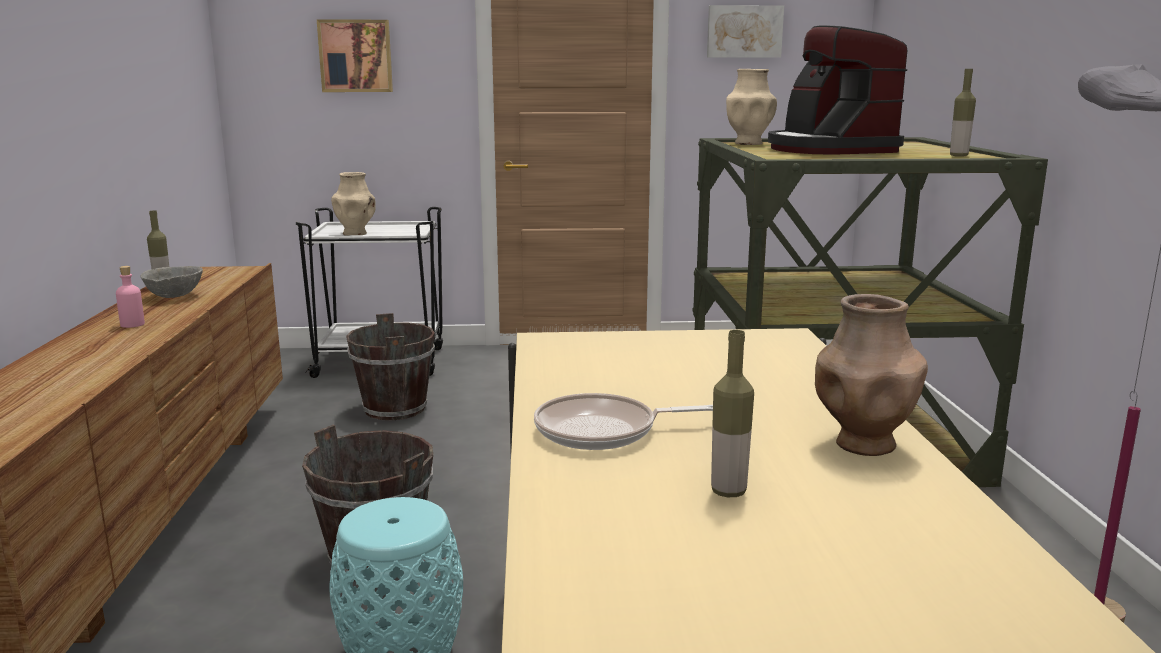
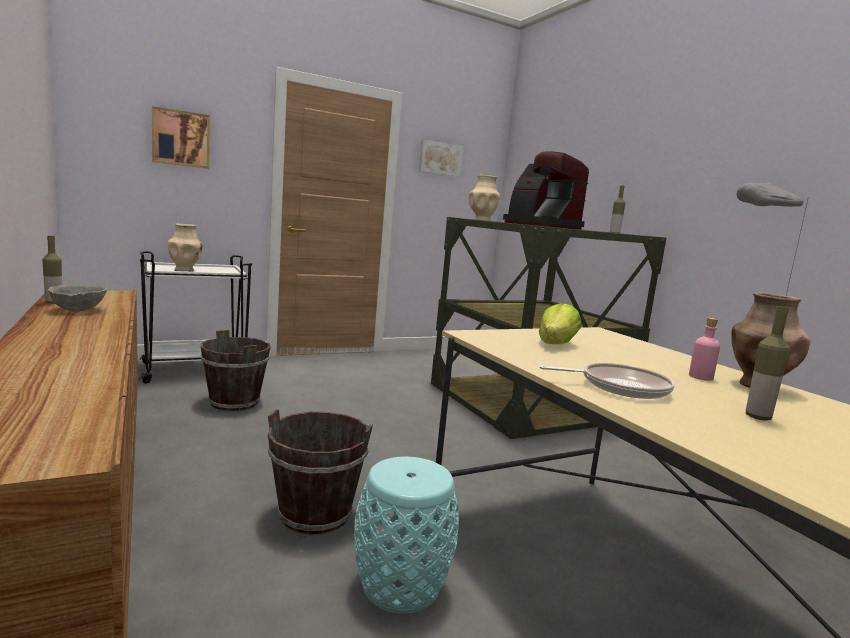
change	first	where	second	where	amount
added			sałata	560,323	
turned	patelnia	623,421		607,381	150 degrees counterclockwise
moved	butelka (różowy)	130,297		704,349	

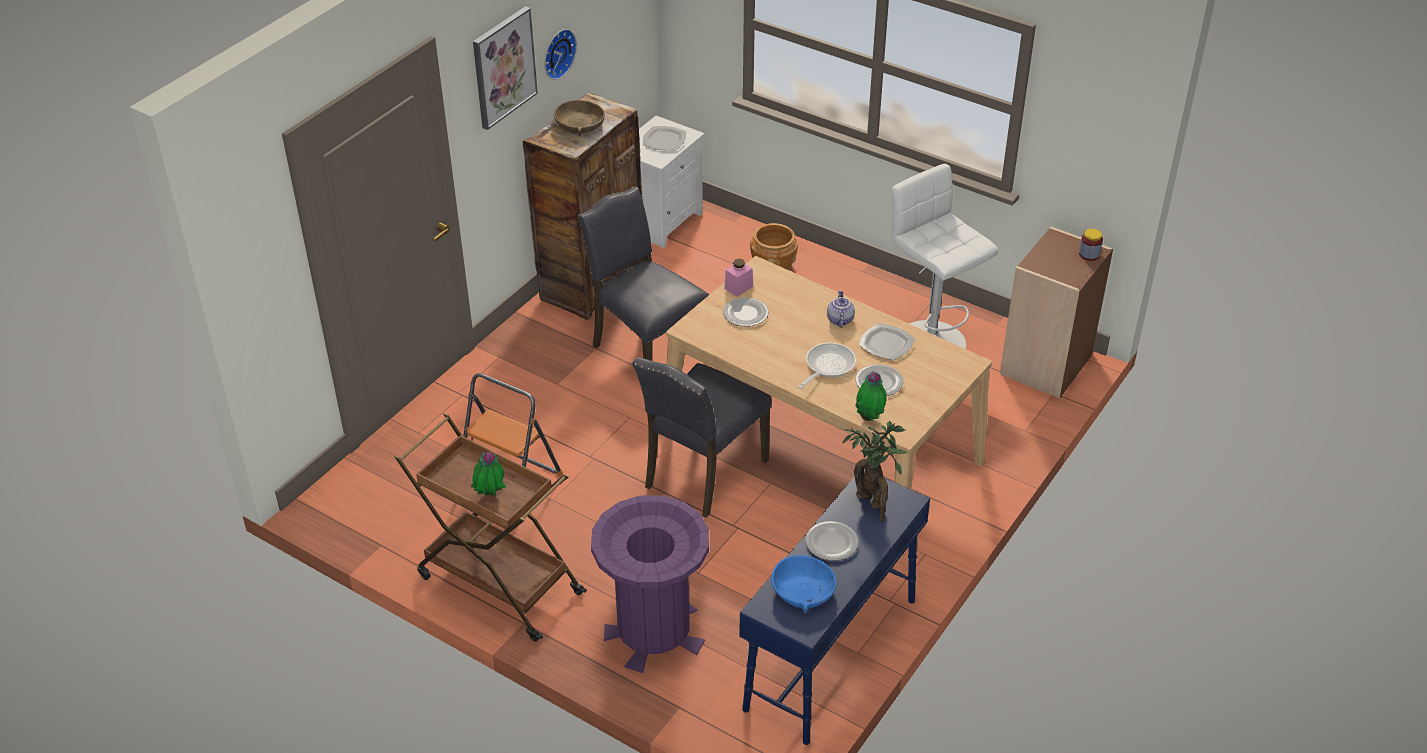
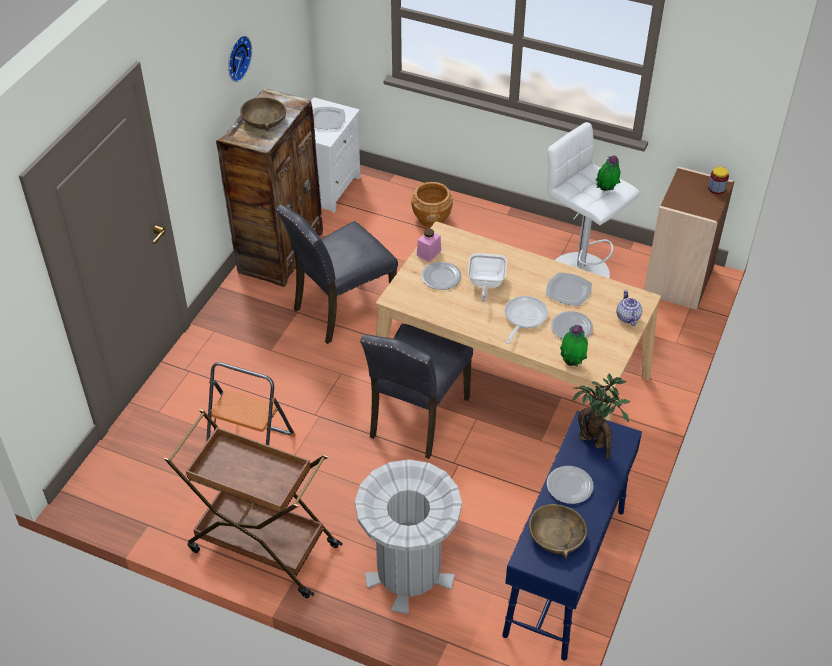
change	first	where	second	where	amount
turned	krzesło (szary)	643,273		336,274	75 degrees counterclockwise
recoloured	kosz na śmieci (fioletowy)	650,584	kosz na śmieci (szary)	408,536	
added			patelnia	487,277	
recoloured	miska (niebieski)	803,584	miska (brązowy)	558,531	
moved	roślina doniczkowa	488,474		607,173	
moved	imbryk	841,309		629,308	
removed	obraz	505,68			

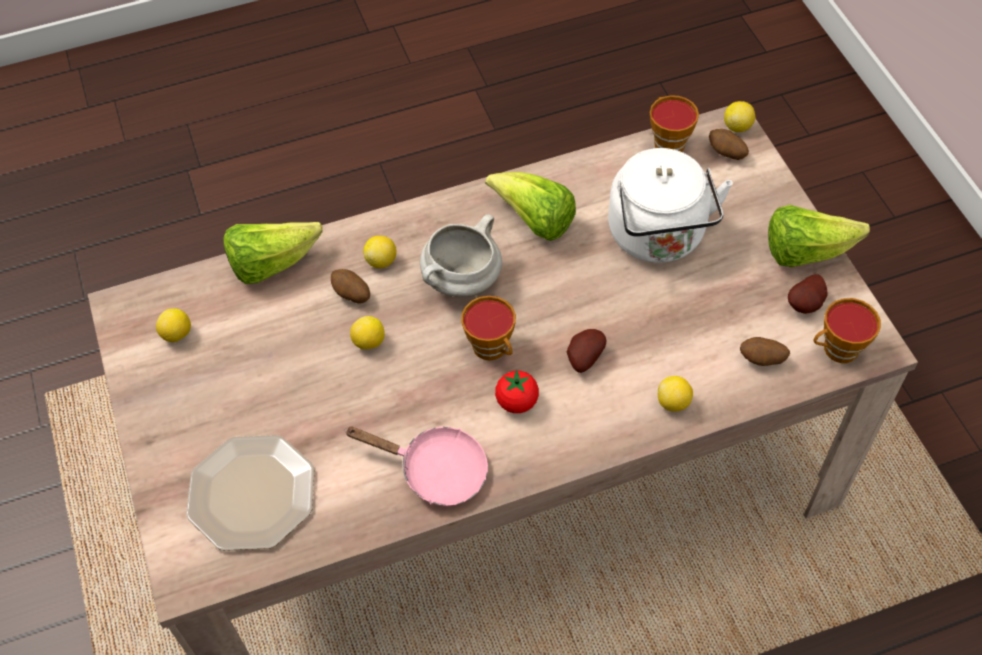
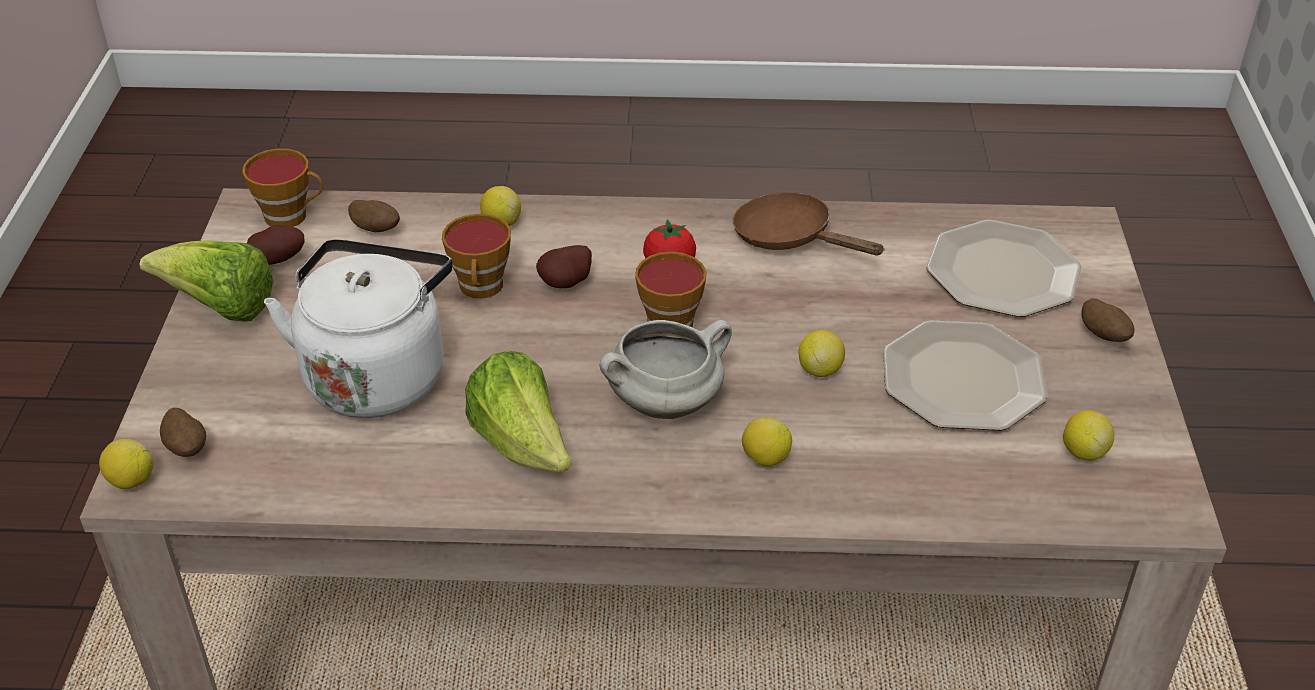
change	first	where	second	where	amount
moved	filiżanka	674,123		476,256	
recoloured	patelnia (różowy)	416,466	patelnia (brązowy)	809,223	
added			talerz	965,376	
moved	ziemniak	350,286		1108,320	
removed	sałata	273,253			

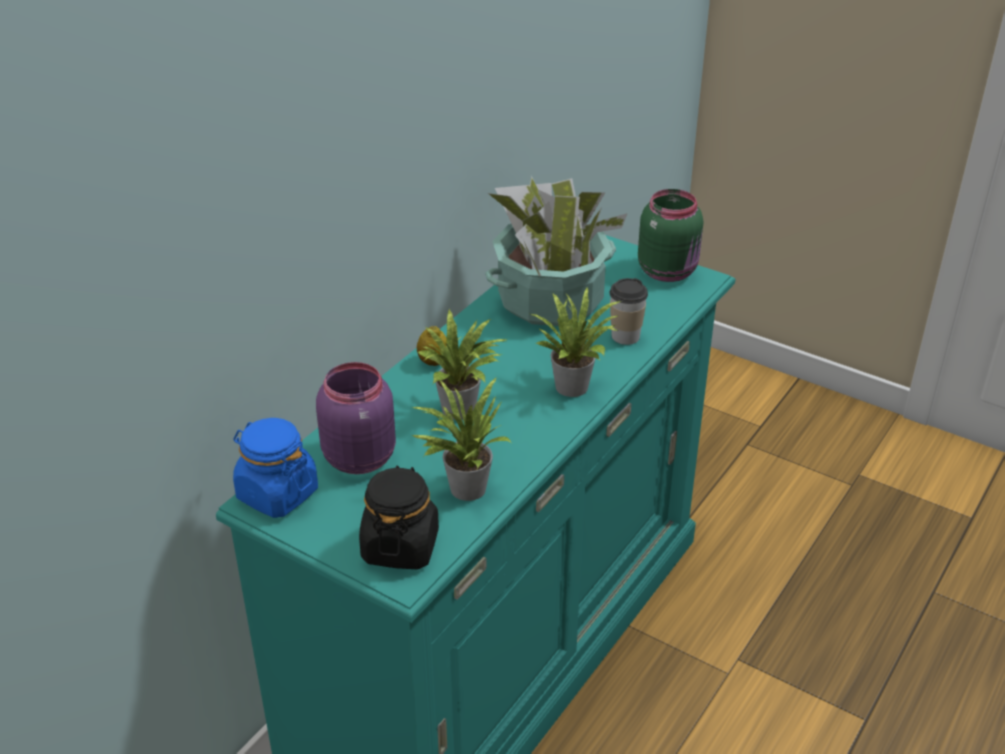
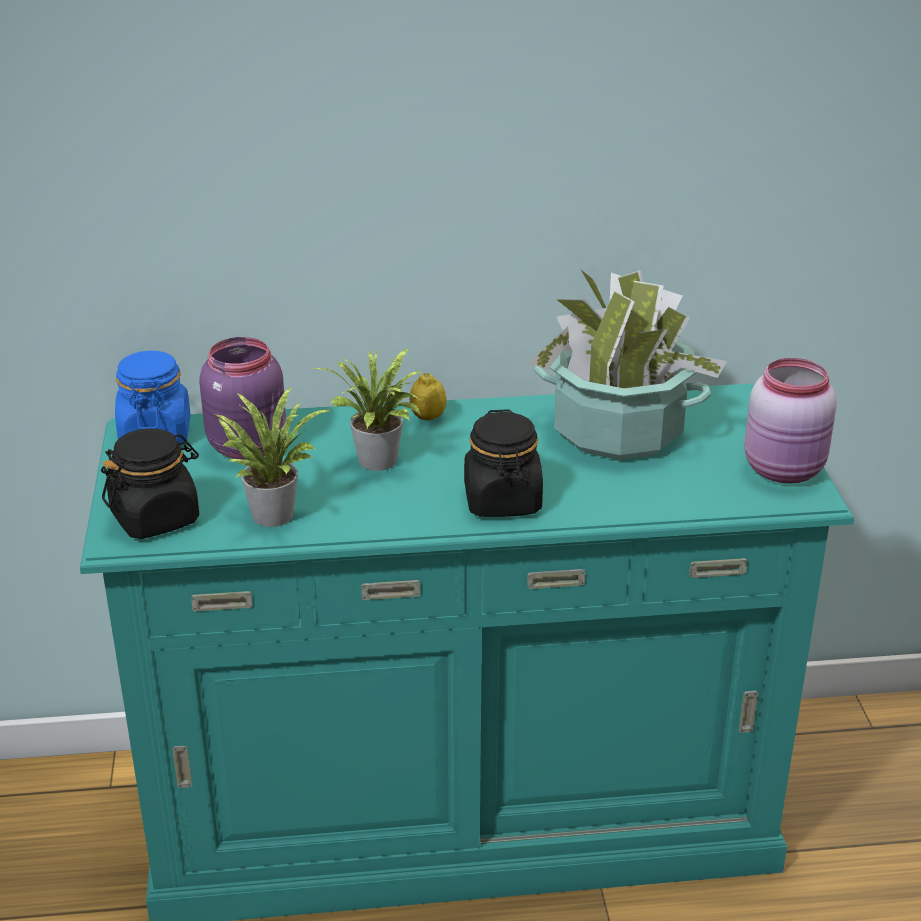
change	first	where	second	where	amount
replaced	roślina doniczkowa	576,341	słoik (czarny)	503,463	
recoloured	słoik (zielony)	670,235	słoik (różowy)	790,420	
removed	filiżanka	629,311			

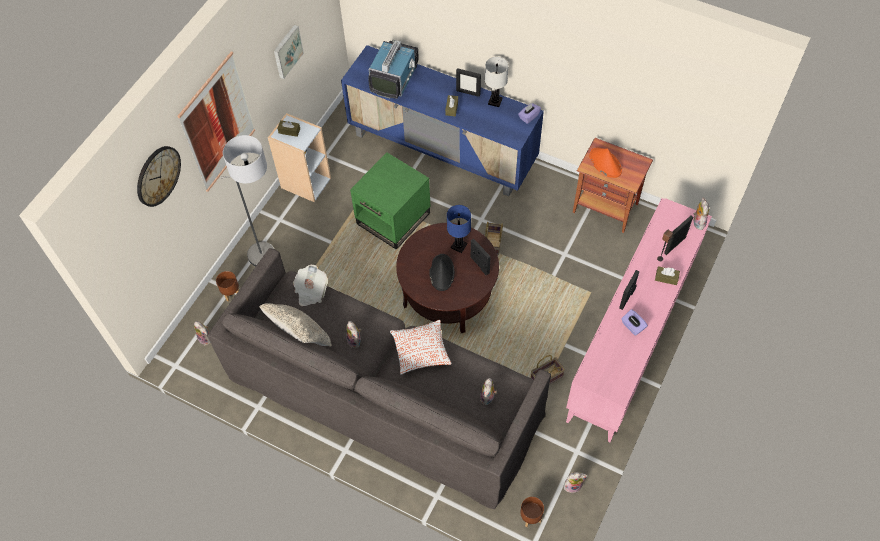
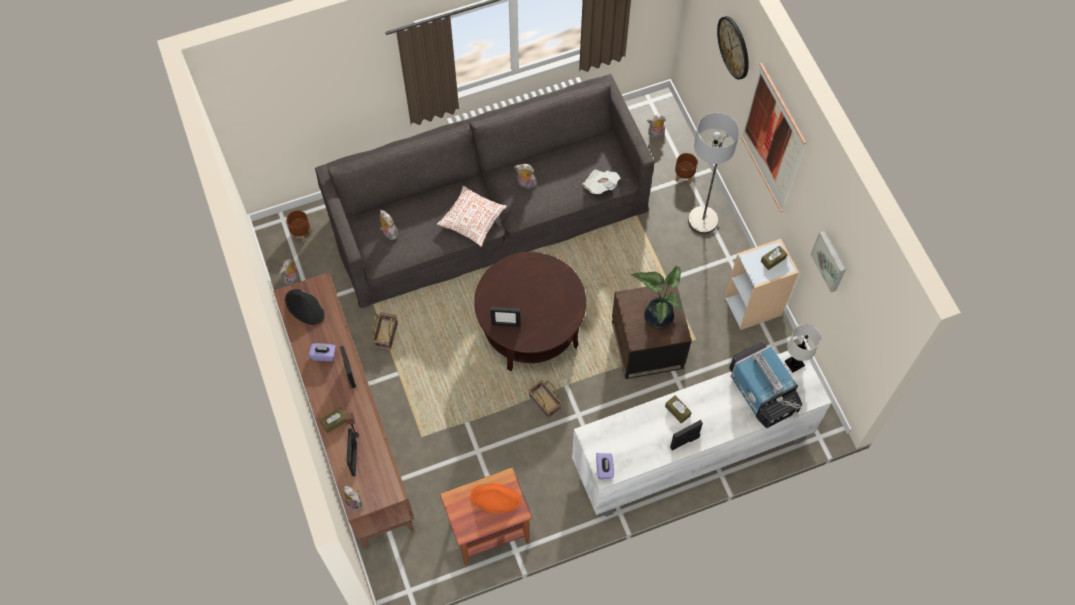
change	first	where	second	where	amount
recoloured	szafka (różowy)	639,320	szafka (brązowy)	343,411	
moved	kapelusz (czarny)	442,272		305,307	
recoloured	szafka pod telewizor (niebieski)	442,120	szafka pod telewizor (biały)	702,434	
recoloured	stolik (zielony)	390,201	stolik (brązowy)	652,331	
added			roślina doniczkowa	657,297	
moved	lampa stołowa (biały)	496,82		803,348	
removed	poduszka (beżowy)	296,324			
removed	lampa stołowa (niebieski)	459,229			

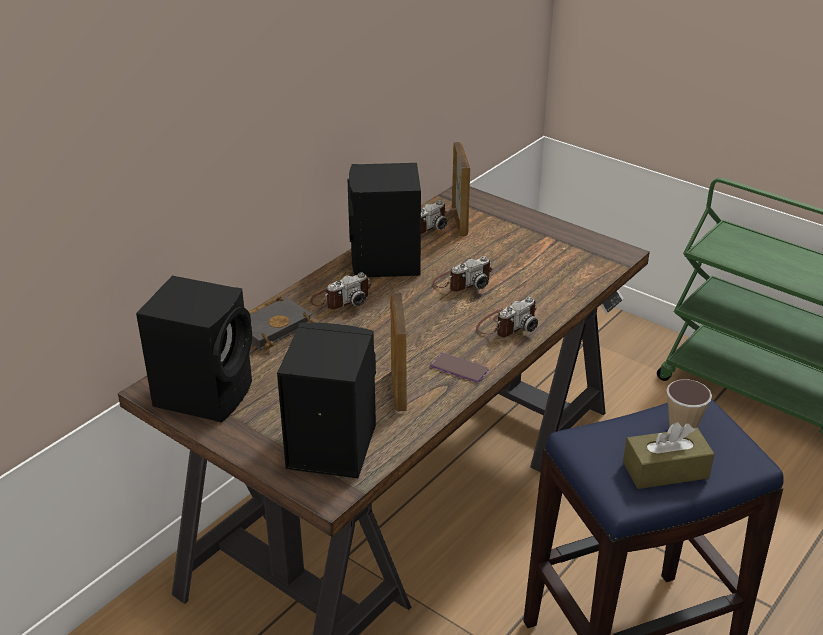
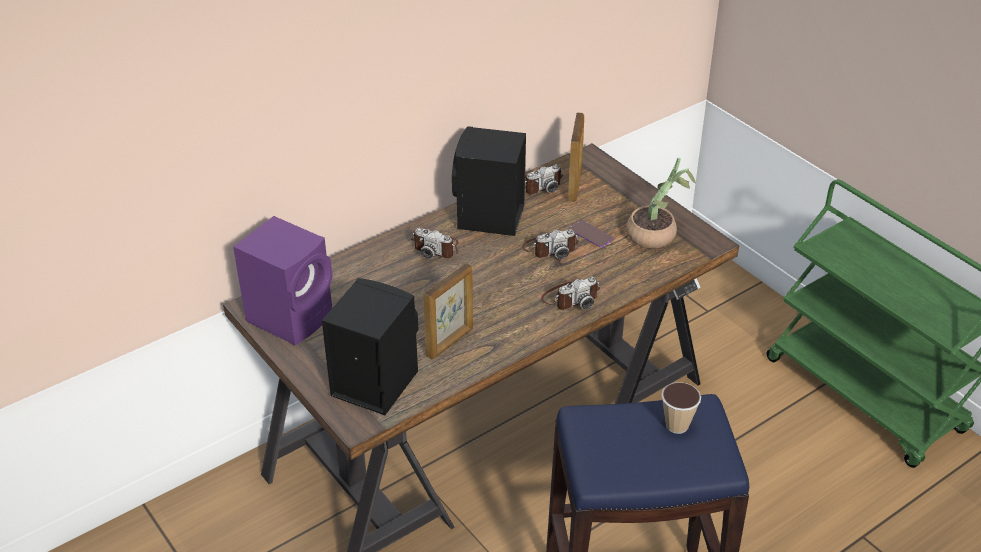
change	first	where	second	where	amount
recoloured	głośnik (czarny)	194,349	głośnik (fioletowy)	282,280	
turned	aparat fotograficzny	340,291		435,243	45 degrees clockwise
turned	ramka na zdjęcie	398,352		448,311	150 degrees counterclockwise
moved	telefon	459,367		591,234	
added			roślina doniczkowa	660,203	
removed	książka (czarny)	281,323			
removed	pudełko chusteczek (brązowy)	668,455			

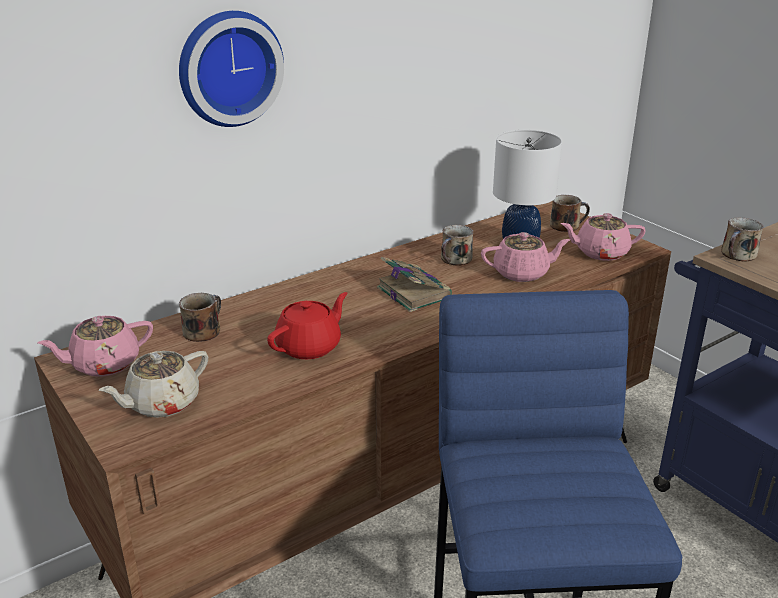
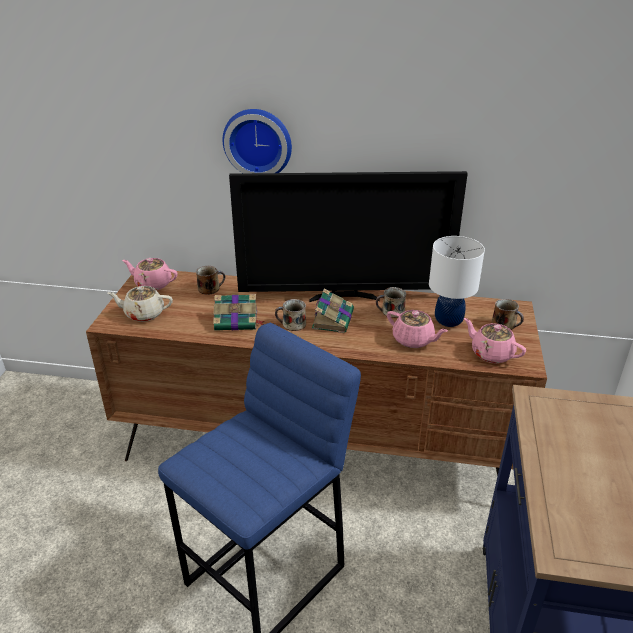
change	first	where	second	where	amount
replaced	imbryk (czerwony)	307,325	książka	239,312	
added			telewizor	348,236	
moved	kubek	742,239		290,315	

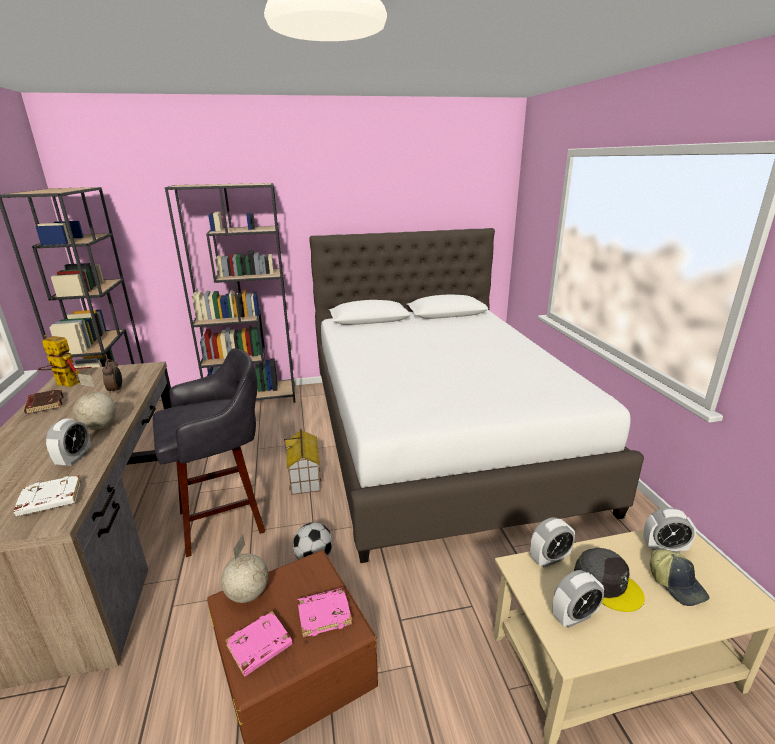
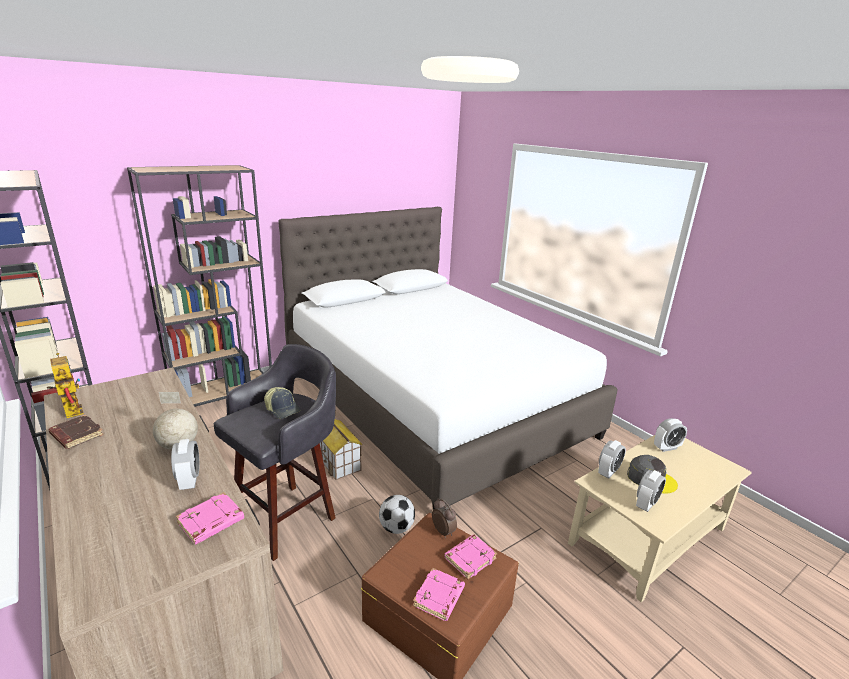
change	first	where	second	where	amount
turned	robot zabawkowy	59,361		65,385	60 degrees clockwise
recoloured	książka (biały)	47,496	książka (różowy)	210,518	
moved	czapka z daszkiem	680,577		282,403	
moved	budzik	112,375		444,518	
removed	globus	244,568			

